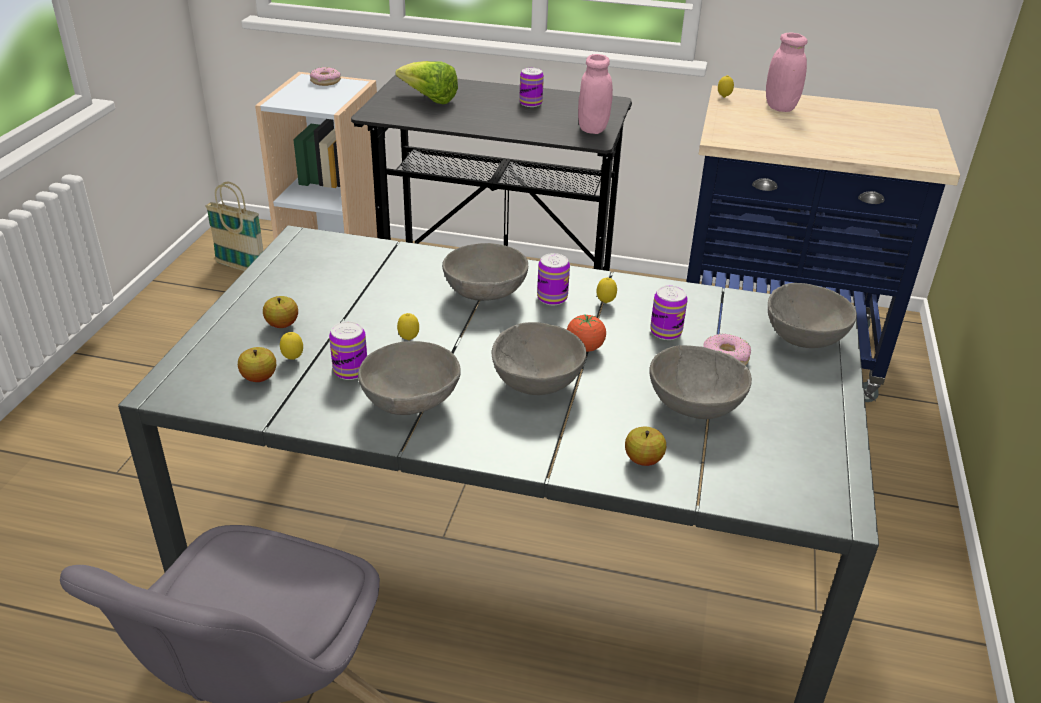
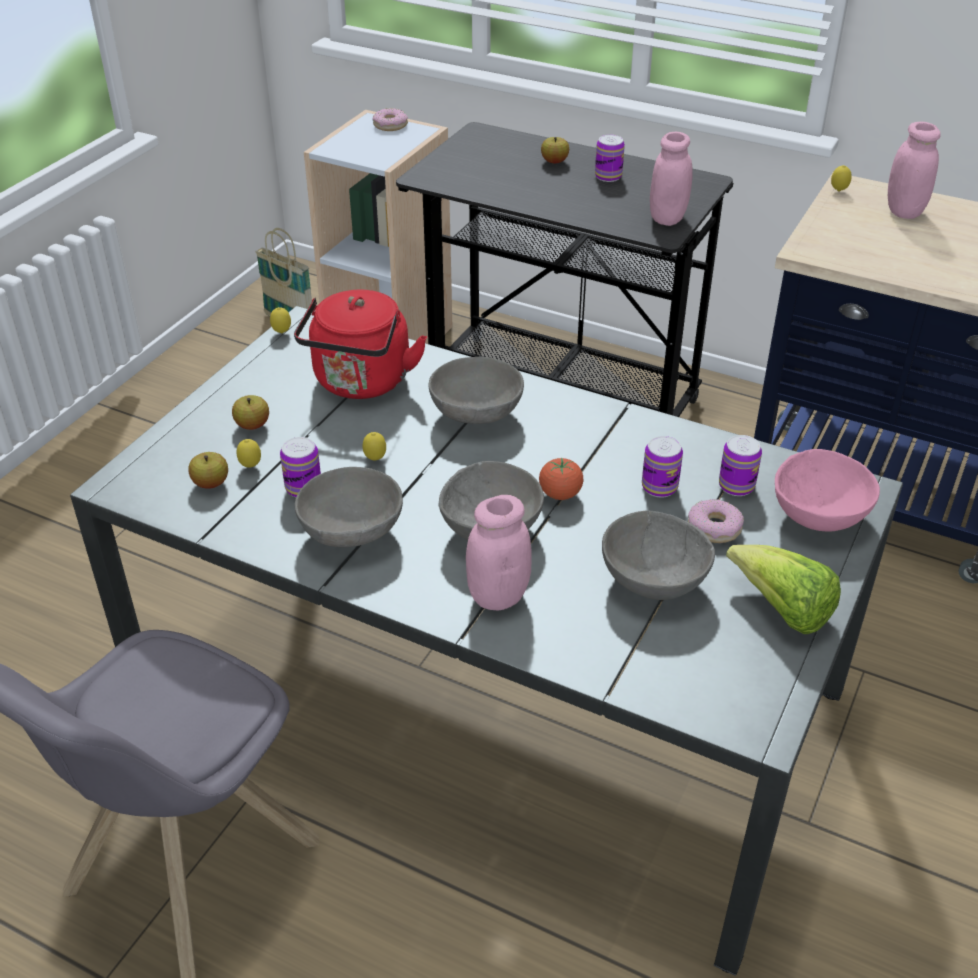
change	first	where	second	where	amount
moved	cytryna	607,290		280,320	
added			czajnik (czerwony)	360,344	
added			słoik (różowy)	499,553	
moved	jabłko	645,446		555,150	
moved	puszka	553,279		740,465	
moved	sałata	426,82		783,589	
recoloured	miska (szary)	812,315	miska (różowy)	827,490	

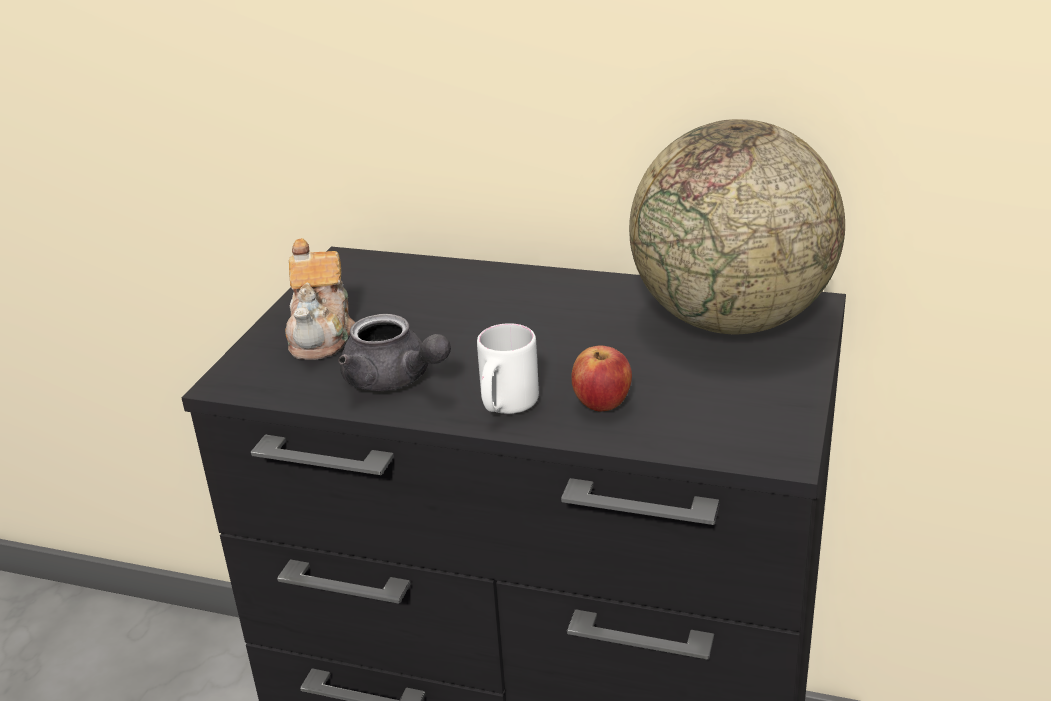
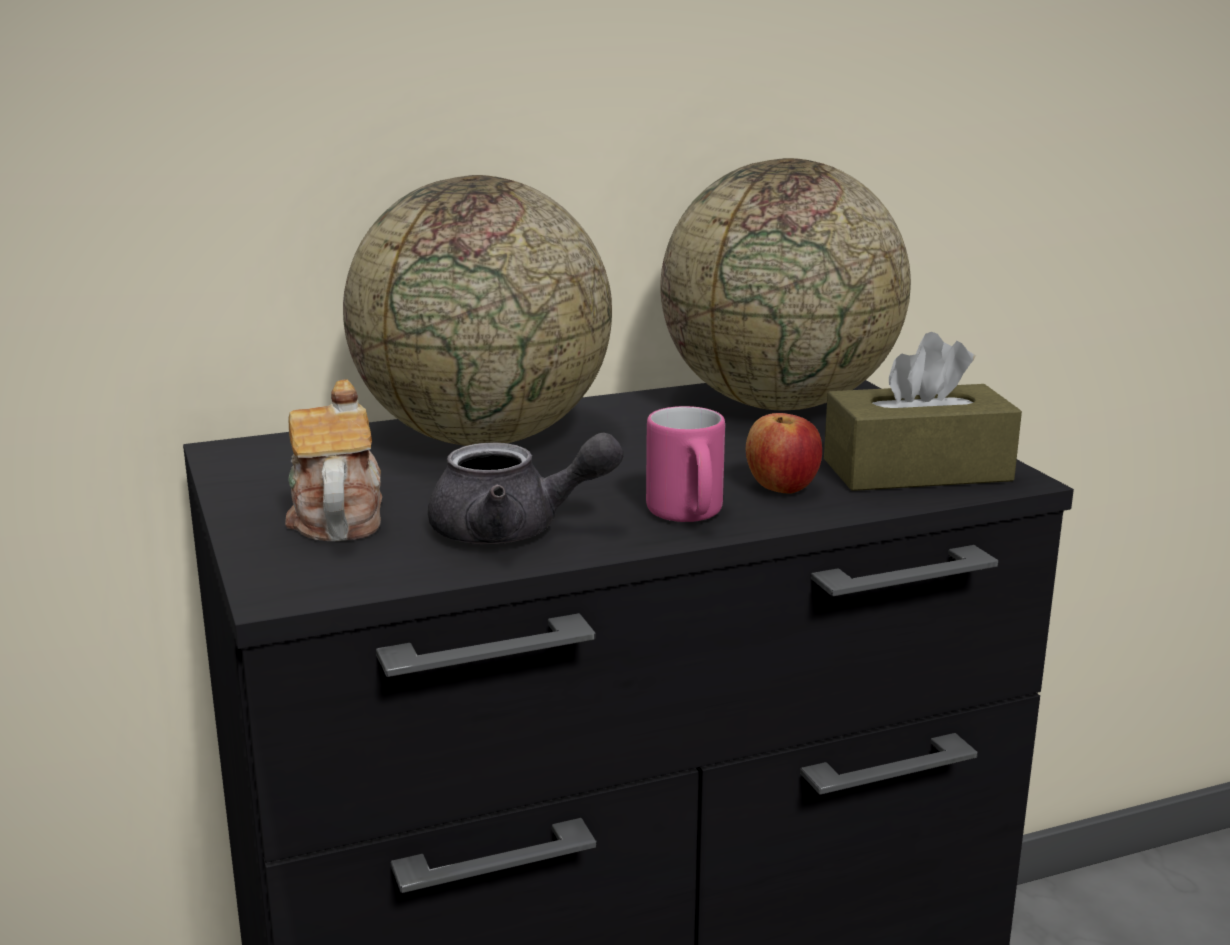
change	first	where	second	where	amount
turned	imbryk	320,299		333,460	150 degrees counterclockwise
added			globus	477,310	
recoloured	kubek (biały)	508,368	kubek (różowy)	685,464	
added			pudełko chusteczek (brązowy)	923,411	

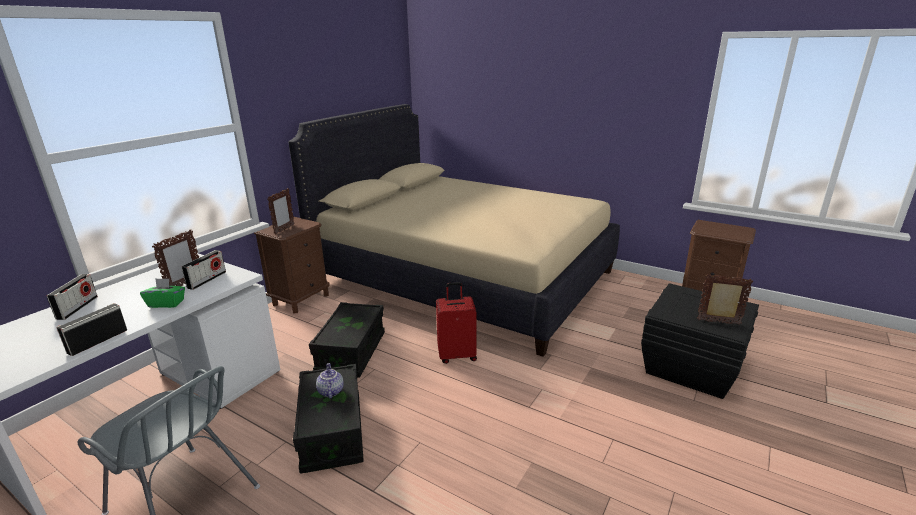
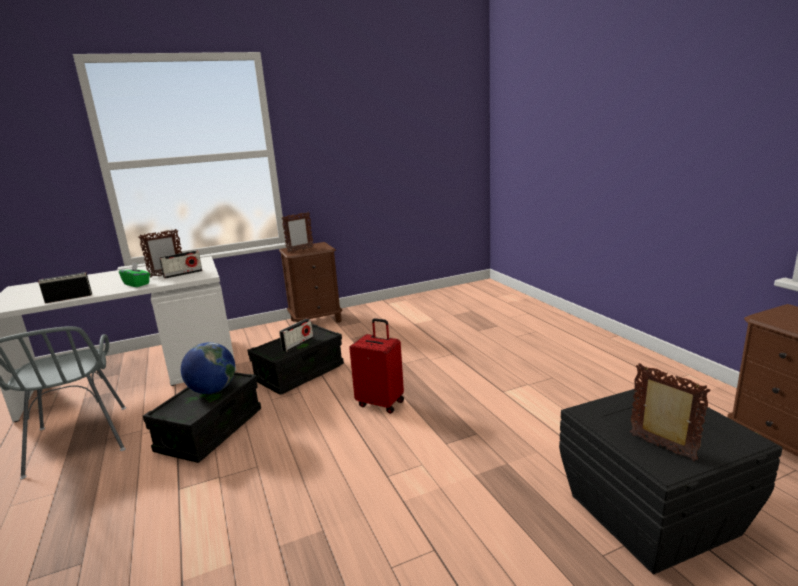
change	first	where	second	where	amount
replaced	imbryk	330,380	globus	208,368	
moved	radio	72,297		296,335	
removed	łóżko (beżowy)	454,230			

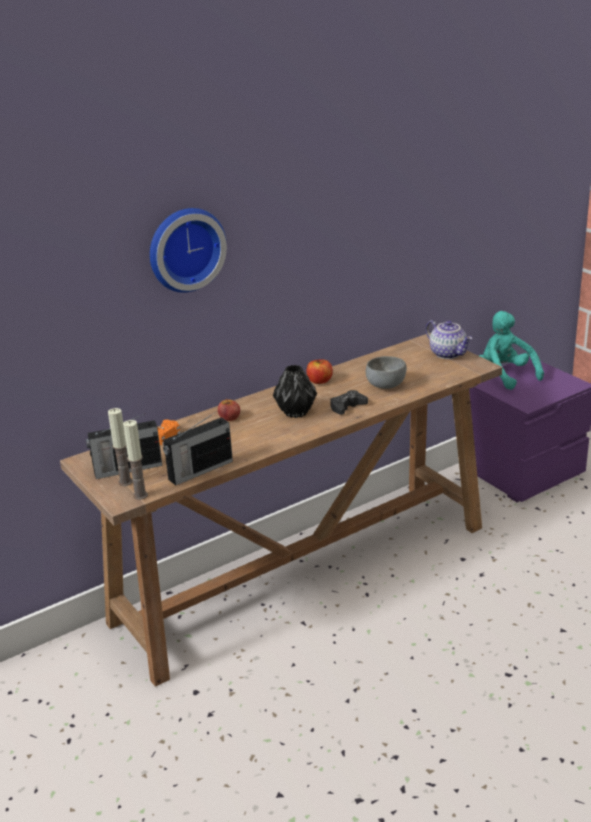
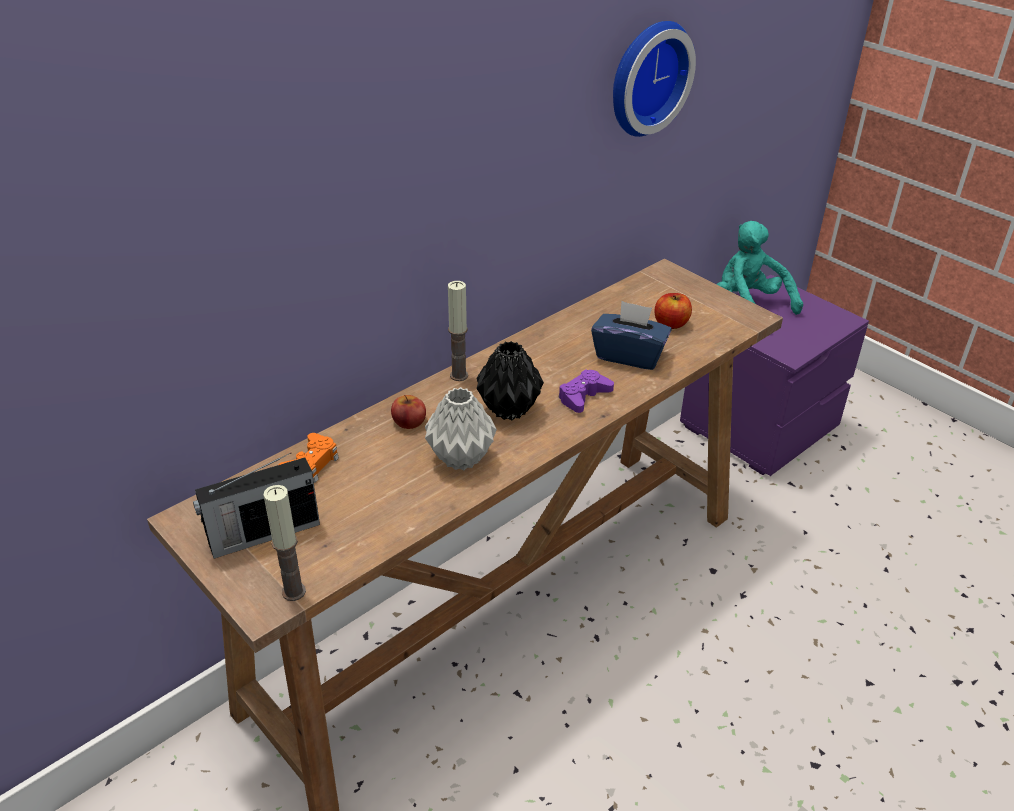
change	first	where	second	where	amount
added			wazon (szary)	461,428	
moved	świeca	120,447		458,331	
recoloured	pad do gier (czarny)	349,402	pad do gier (fioletowy)	586,391	
replaced	miska (szary)	386,372	pudełko chusteczek (niebieski)	631,335	
moved	zegar ścienny	188,250		654,79	
moved	jabłko	319,371		673,311	
removed	radio	198,448			
removed	imbryk	449,339			

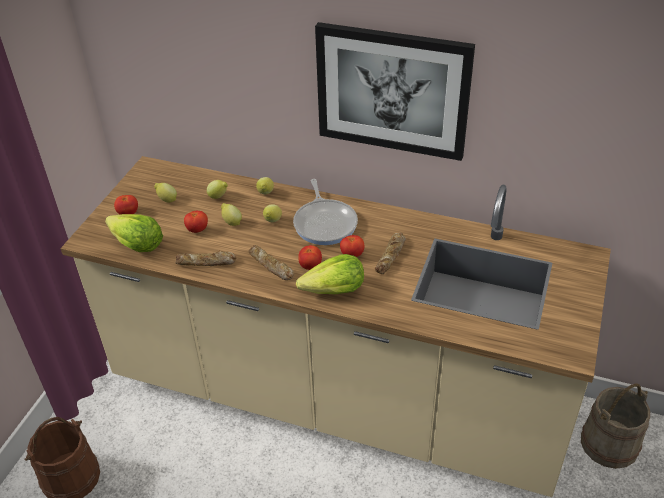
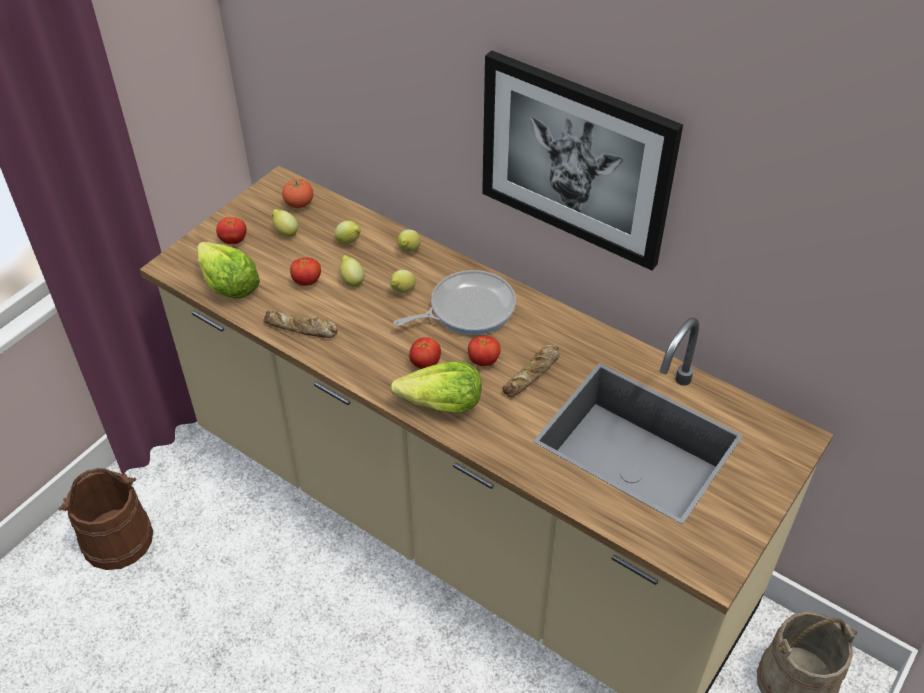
change	first	where	second	where	amount
added			pomidor	297,193	
turned	patelnia	325,212		454,302	120 degrees counterclockwise
removed	chleb	271,262			

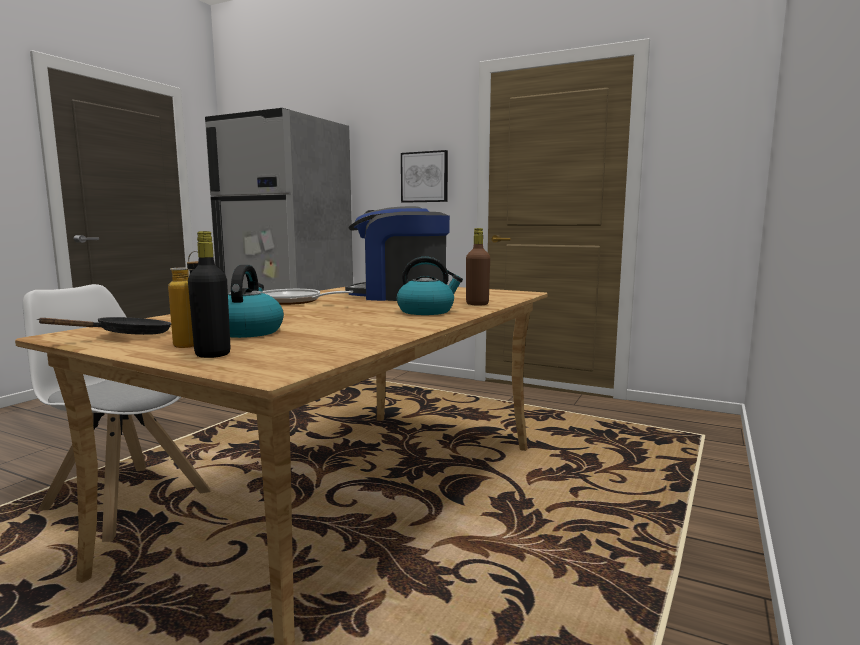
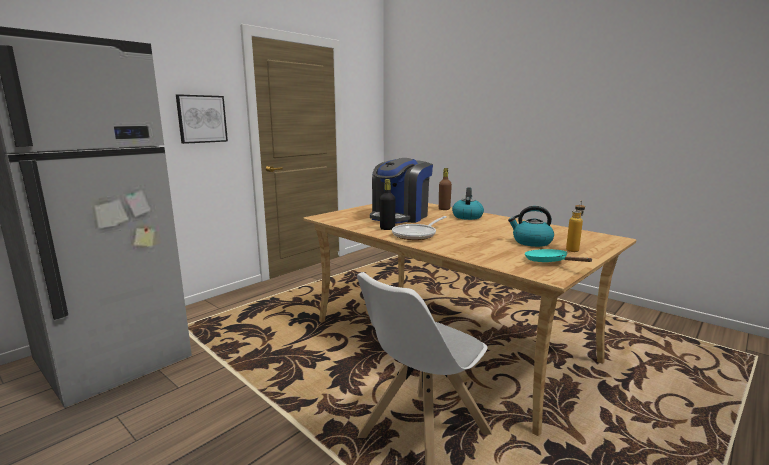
change	first	where	second	where	amount
moved	butelka (czarny)	209,294		387,204	
recoloured	patelnia (czarny)	104,326	patelnia (turkusowy)	559,255	

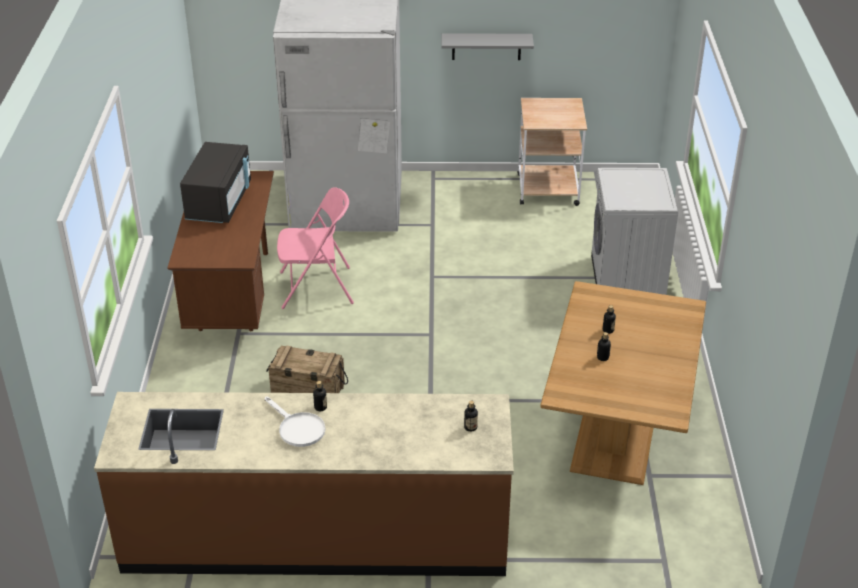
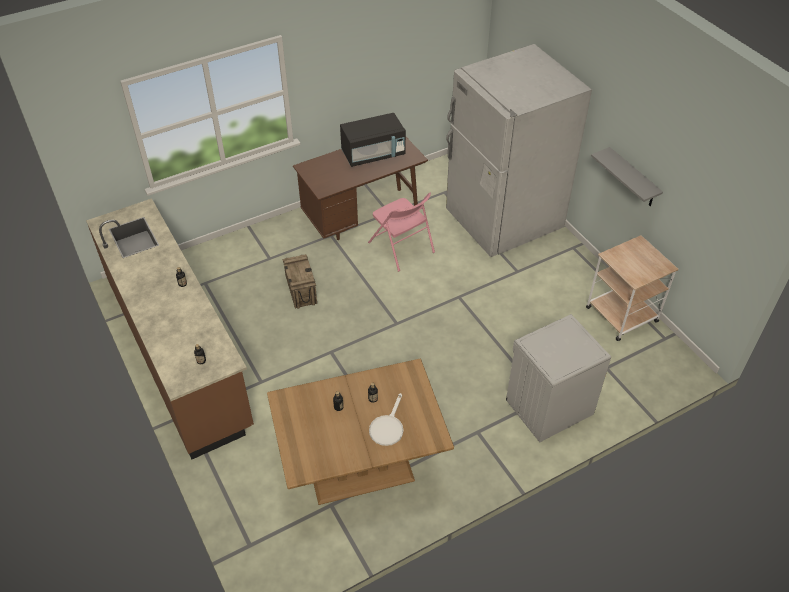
change	first	where	second	where	amount
moved	patelnia (biały)	295,421		386,419	

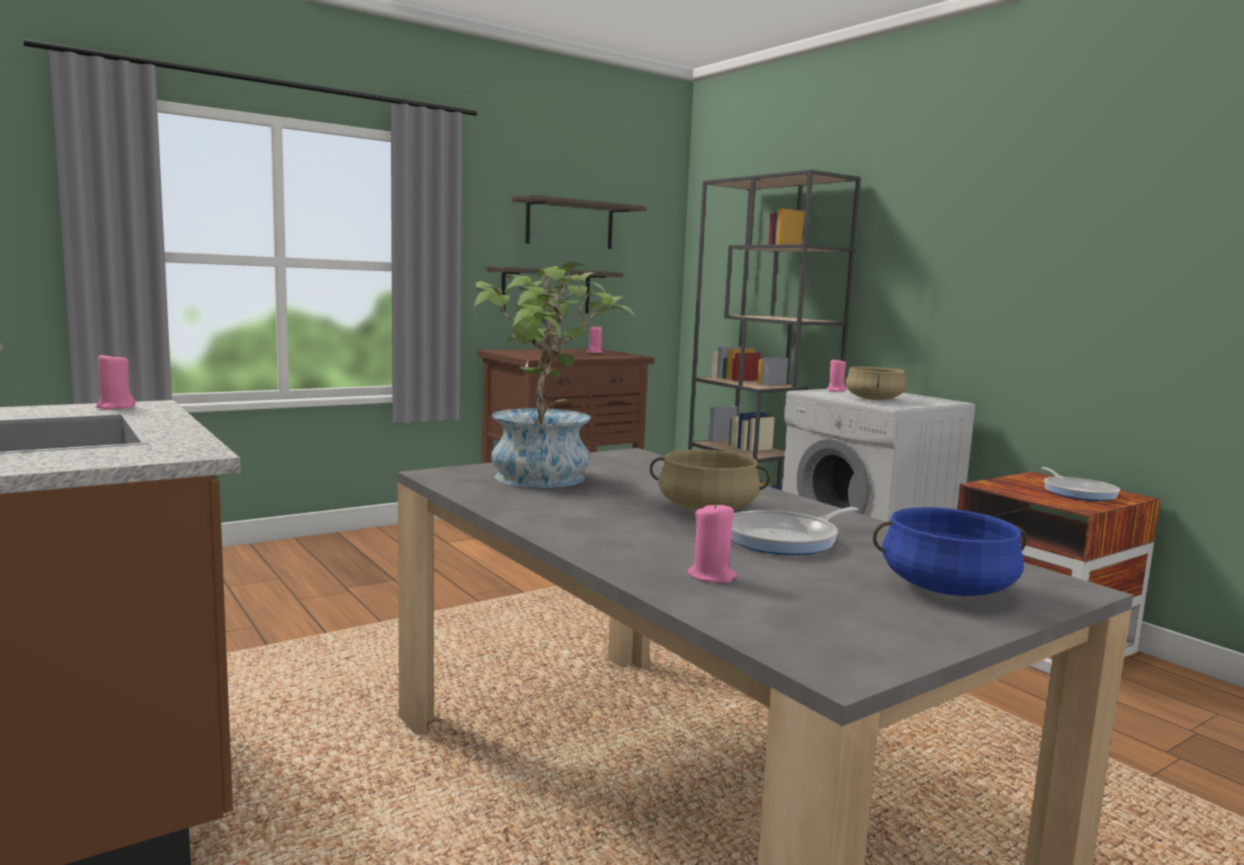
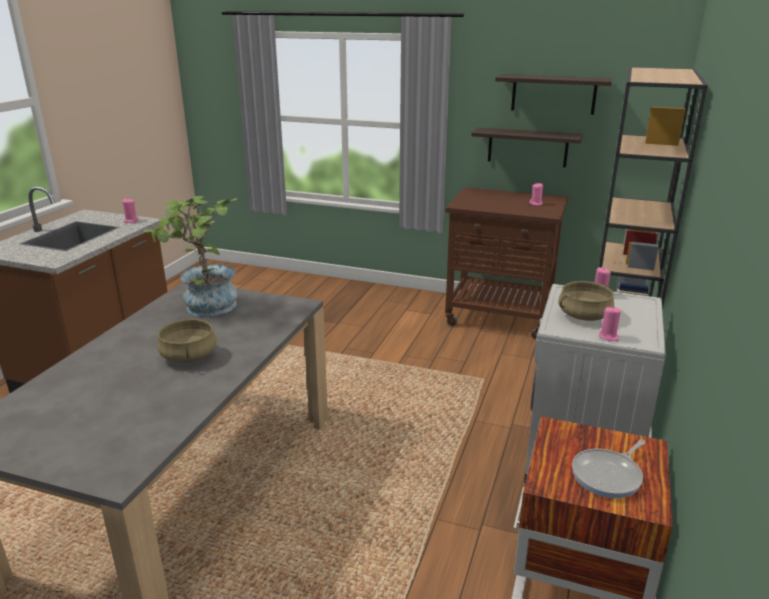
change	first	where	second	where	amount
moved	świeca (różowy)	712,542		610,324	
removed	patelnia	794,531			
removed	garnek (niebieski)	950,551			

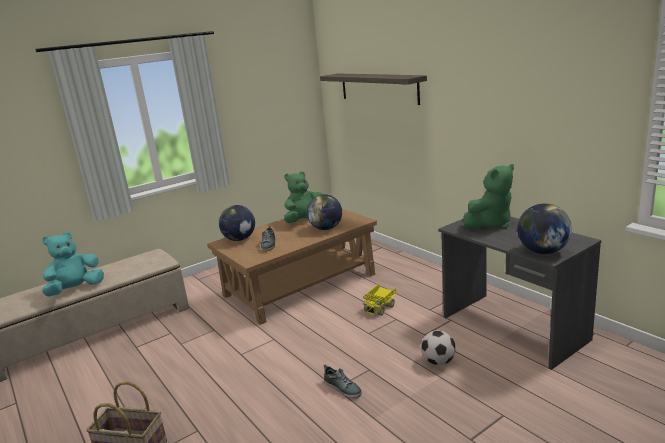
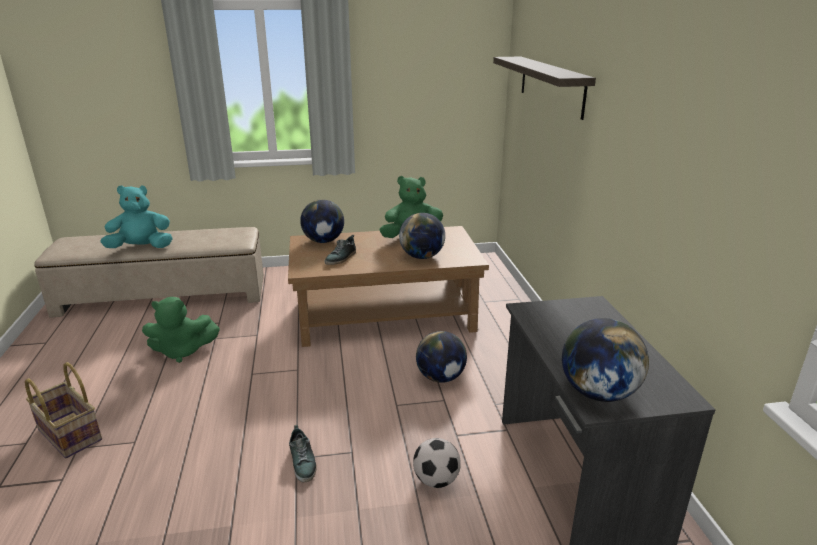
change	first	where	second	where	amount
moved	pluszak (zielony)	488,196		181,330	
replaced	ciężarówka zabawkowa	379,300	globus	441,357	

